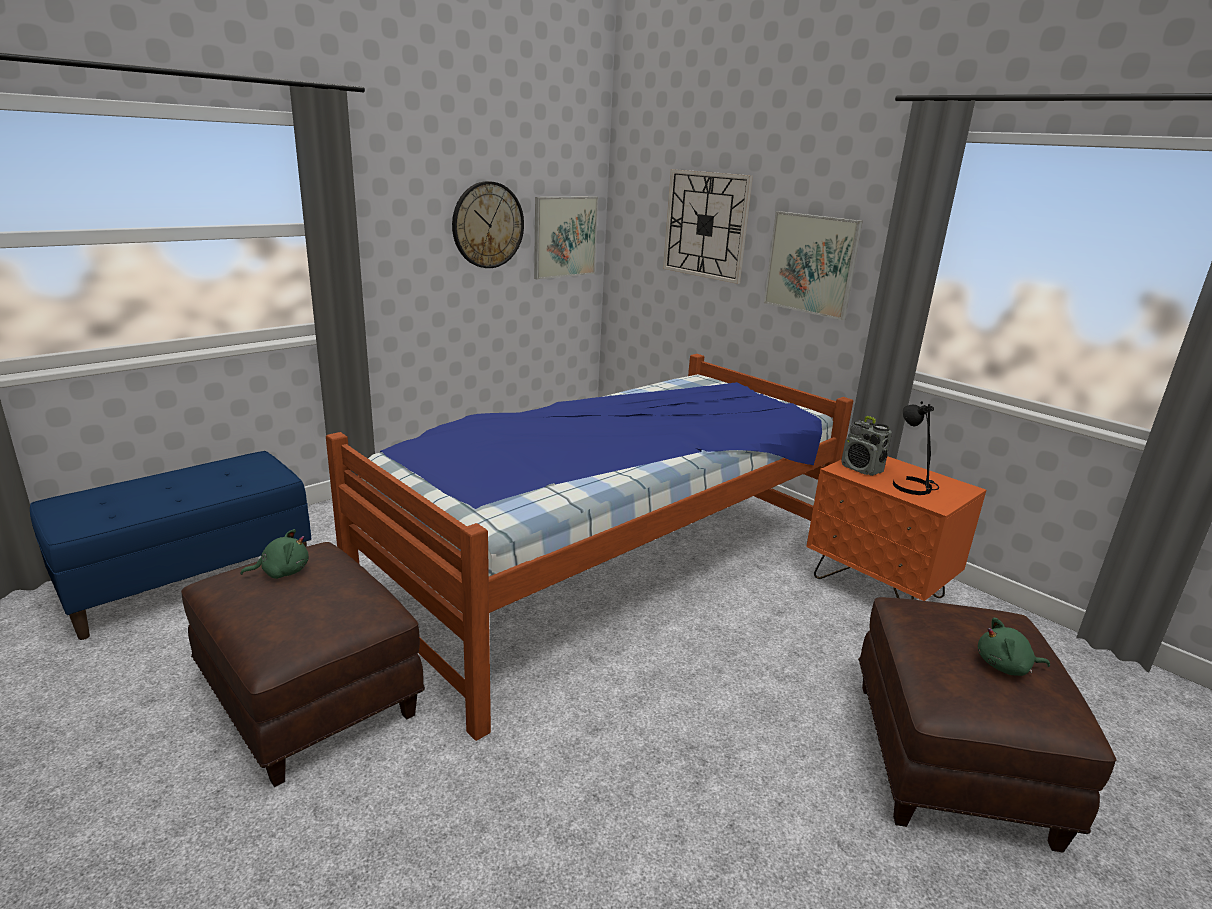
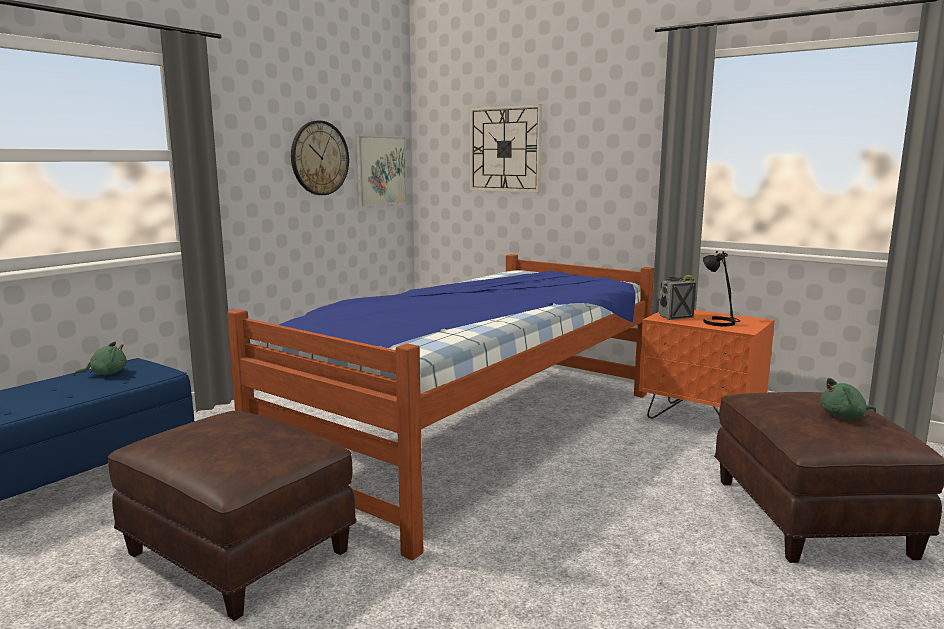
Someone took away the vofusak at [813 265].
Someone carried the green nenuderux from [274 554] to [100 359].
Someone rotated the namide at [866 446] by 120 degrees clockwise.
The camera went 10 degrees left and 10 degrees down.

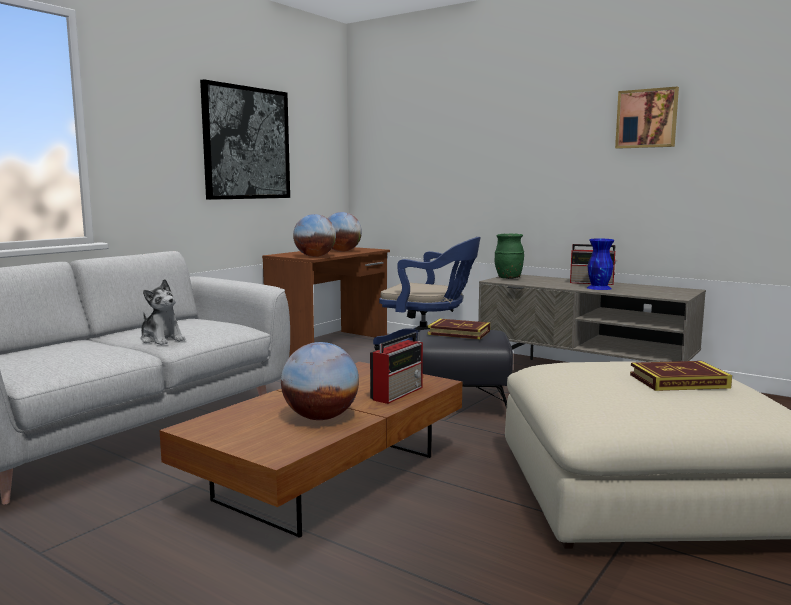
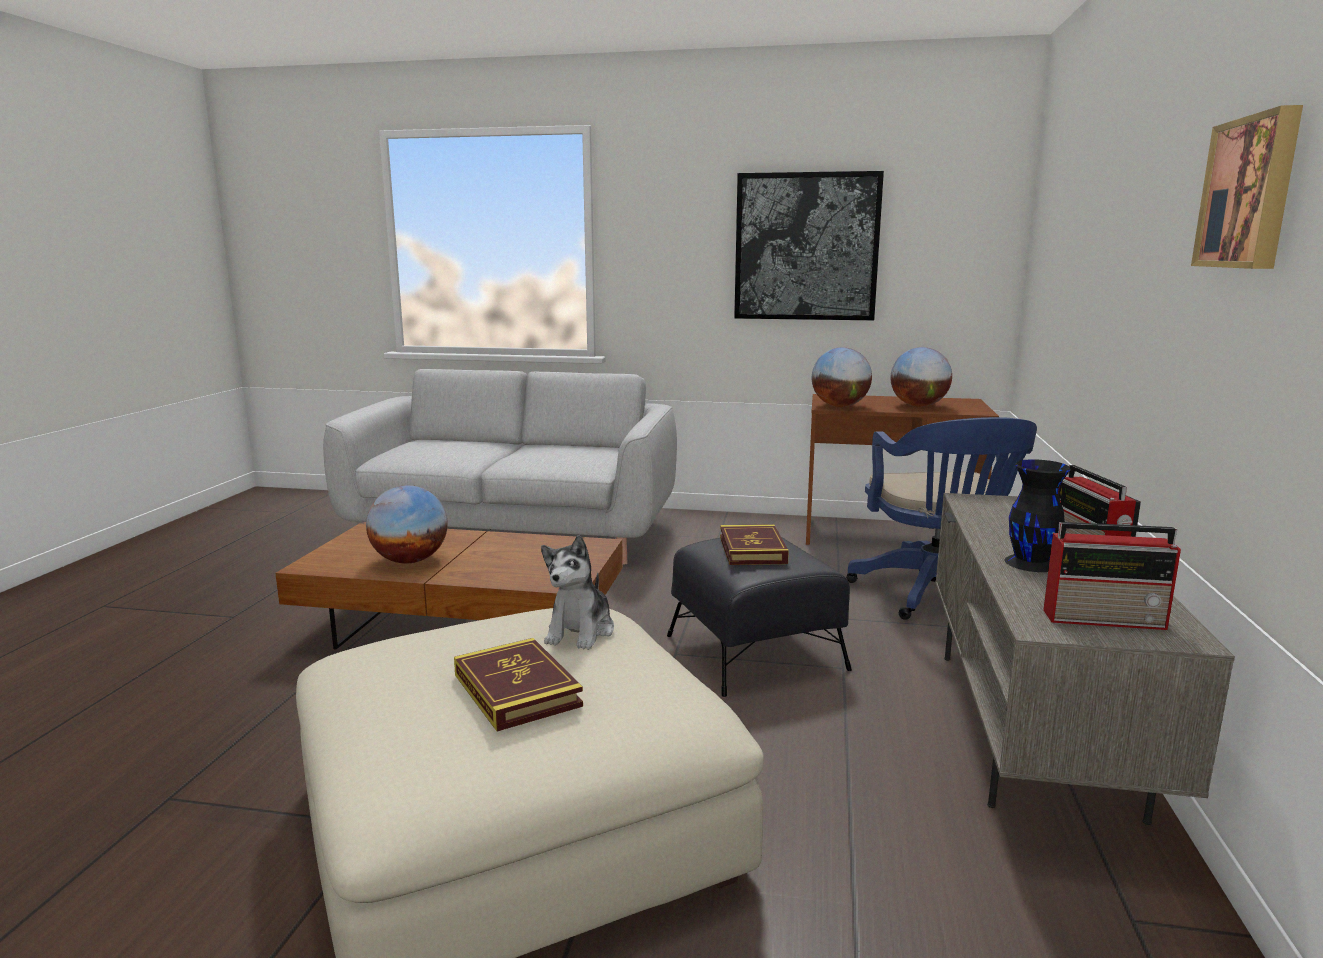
Someone took away the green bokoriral at [509 256].
Someone carried the nenuderux from [163 312] to [577 592].
Someone carried the namide from [396 368] to [1112 576].
Someone repainted the blue bokoriral at [600 264], which became the black bokoriral at [1038 515].
The camera went 65 degrees right and 5 degrees up.

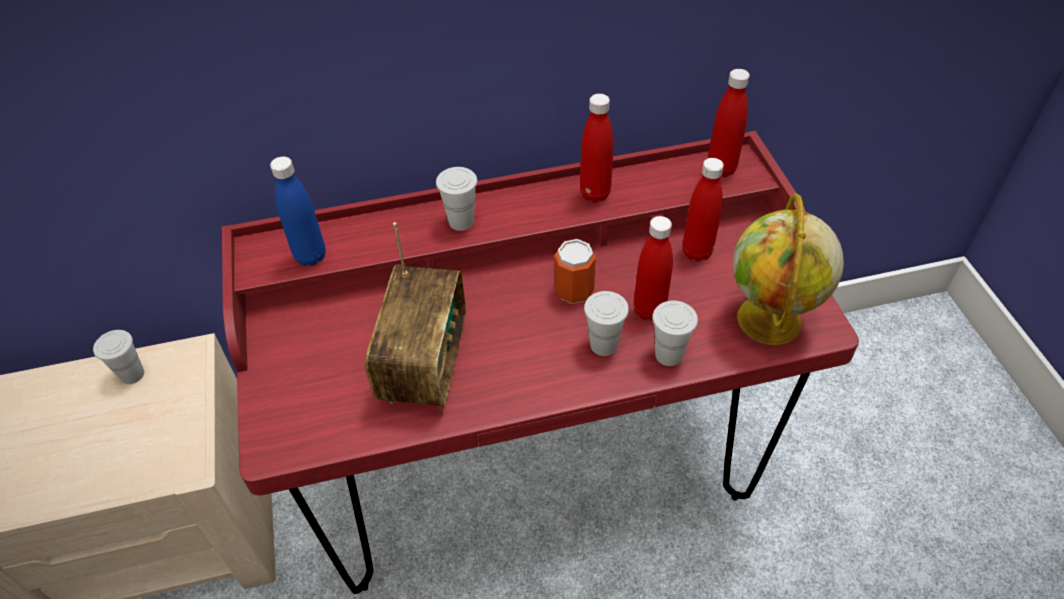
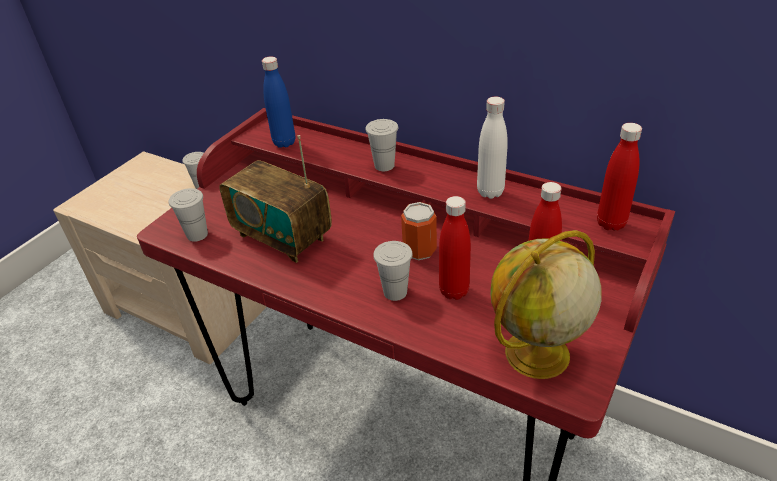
Someone carried the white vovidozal from [675 333] to [188 215].
Someone repainted the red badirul at [597 148], which became the white badirul at [492 148].
Someone rotated the namide at [415 315] by 75 degrees clockwise.
The camera went 45 degrees right and 10 degrees down.

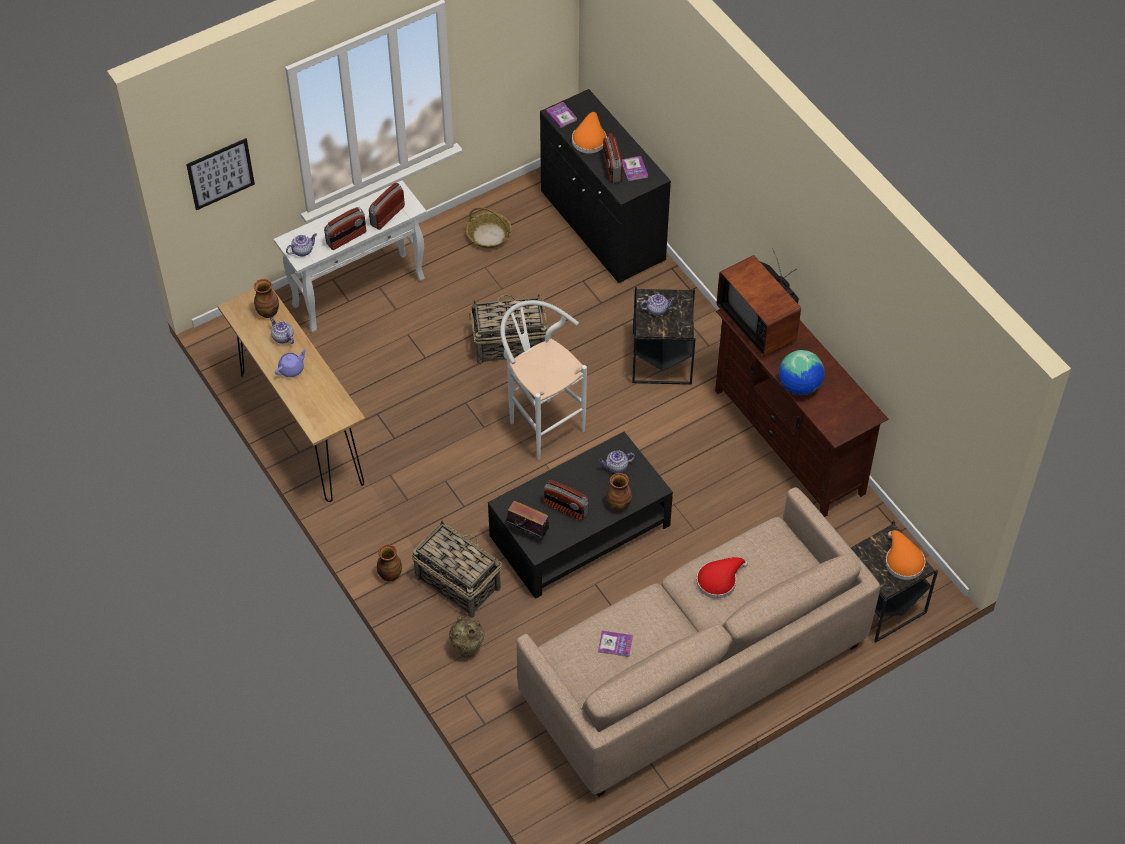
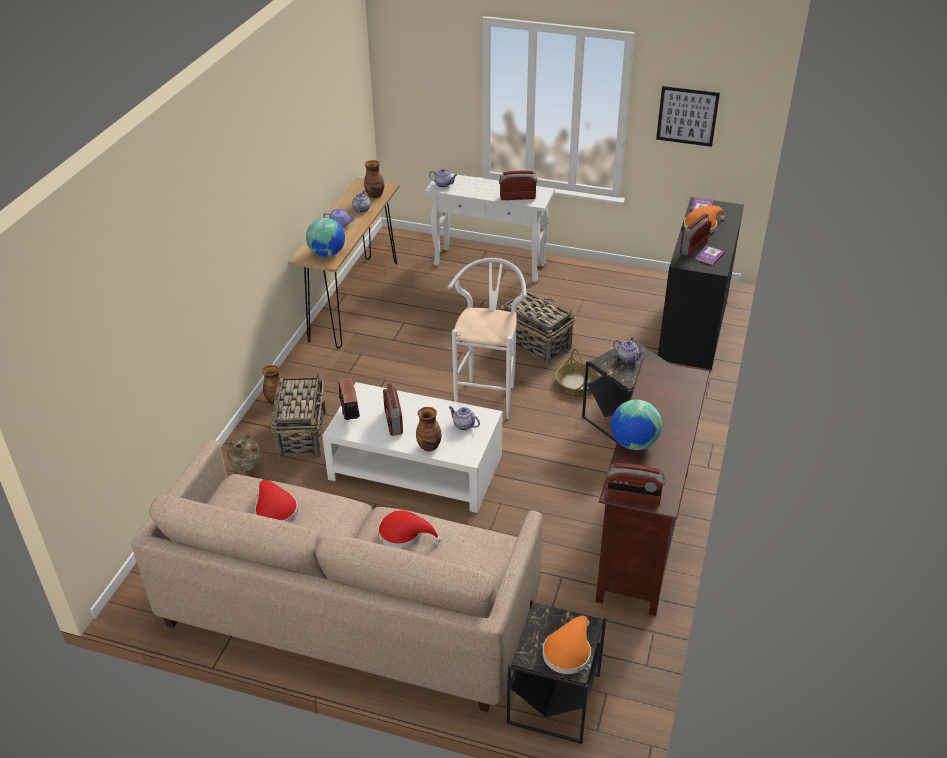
Someone took away the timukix at [759 302].
Someone put down the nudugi at [325 237].
Someone carried the vofusak from [220 174] to [688 116].
Someone carried the namide from [345 228] to [636 484].
Someone carried the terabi from [489 227] to [577 371].
Someone swapped the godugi at [615 644] for the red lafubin at [276 501].
Someone repainted the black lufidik at [580 515], which became the white lufidik at [412 447].
The camera went 50 degrees right and 15 degrees down.

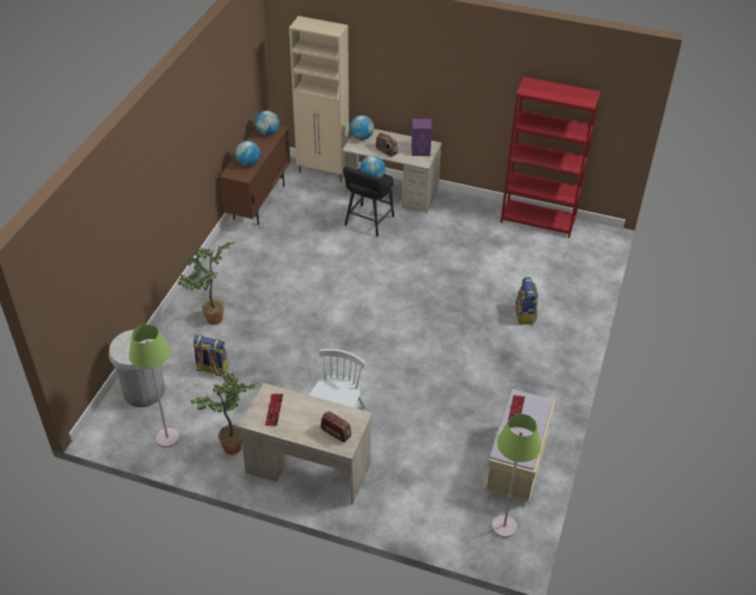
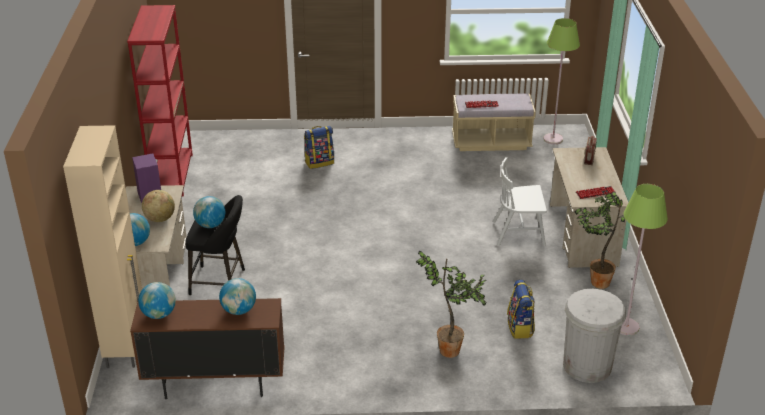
Someone swapped the namide at [387 145] for the nudugi at [158 206].
The camera went 110 degrees left and 10 degrees down.

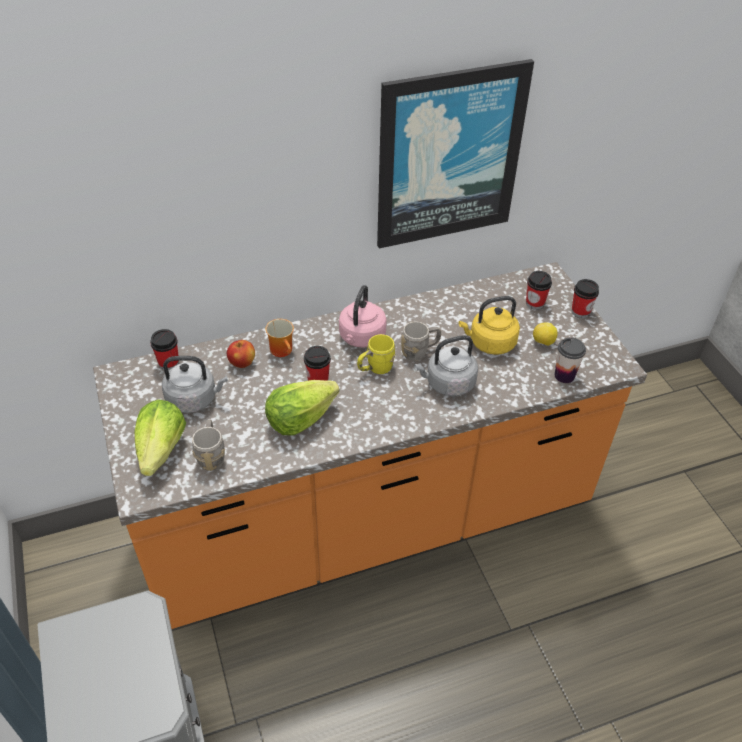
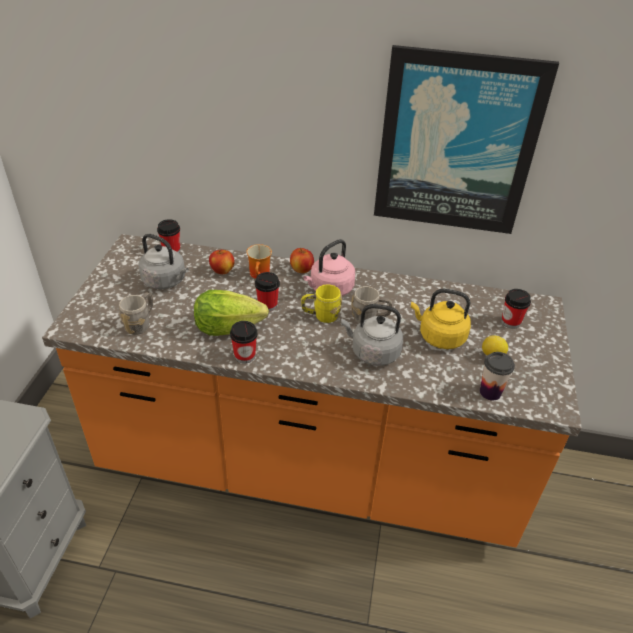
Someone took away the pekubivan at [160 437].
Someone put down the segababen at [302 260].
Someone carried the vovidozal from [585 298] to [243 342].
The camera went 30 degrees right and 5 degrees down.

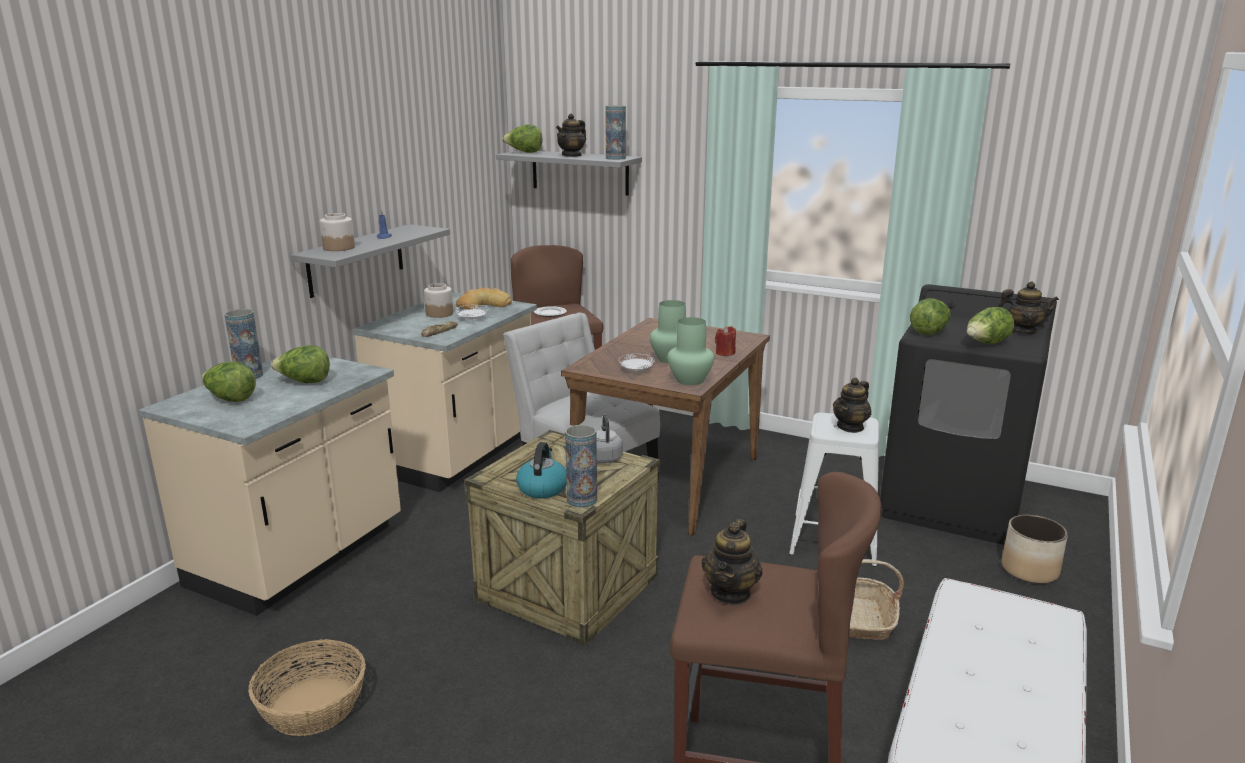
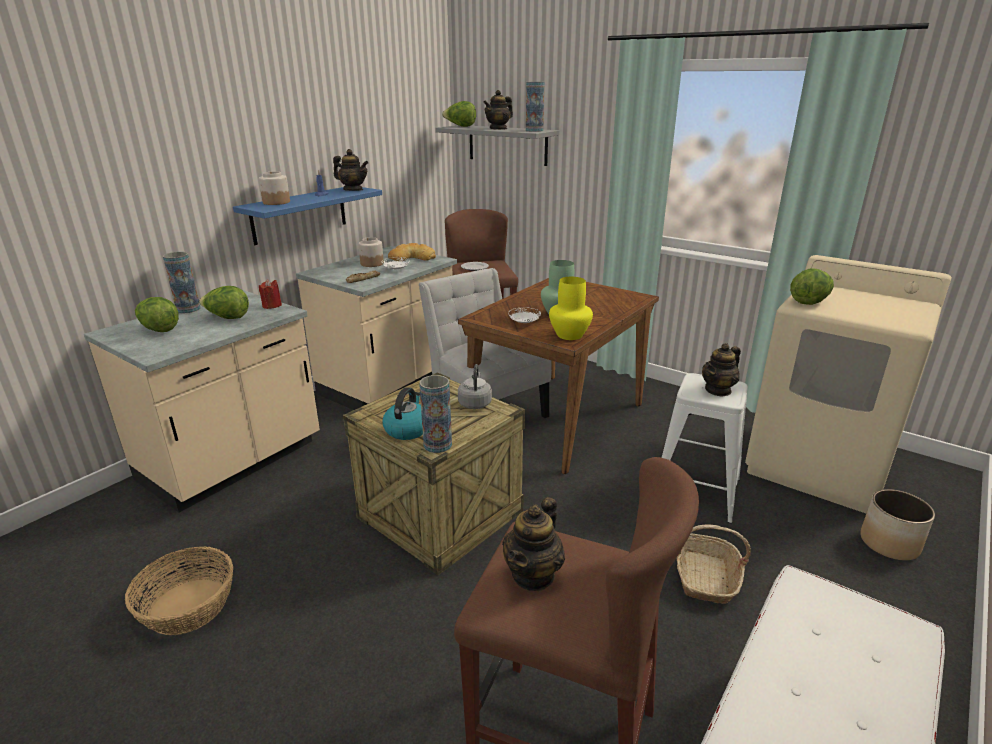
Someone took away the pekubivan at [990 325].
Someone carried the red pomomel from [725 341] to [270 294].
Someone carried the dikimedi from [1028 308] to [350 170].
Someone repainted the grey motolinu at [370 261], which became the blue motolinu at [307 216].
Someone repainted the green bokoriral at [690 351], which became the yellow bokoriral at [571 308].
Someone repainted the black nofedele at [968 414], which became the beige nofedele at [848 384].
The camera went 10 degrees right and 5 degrees up.

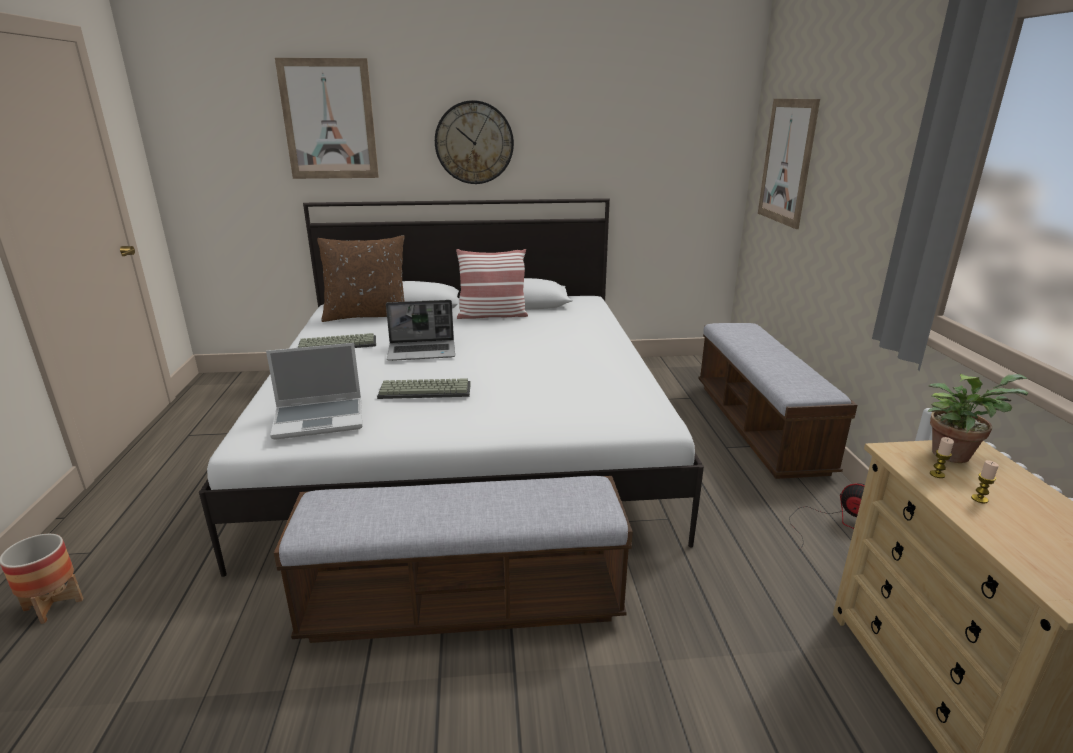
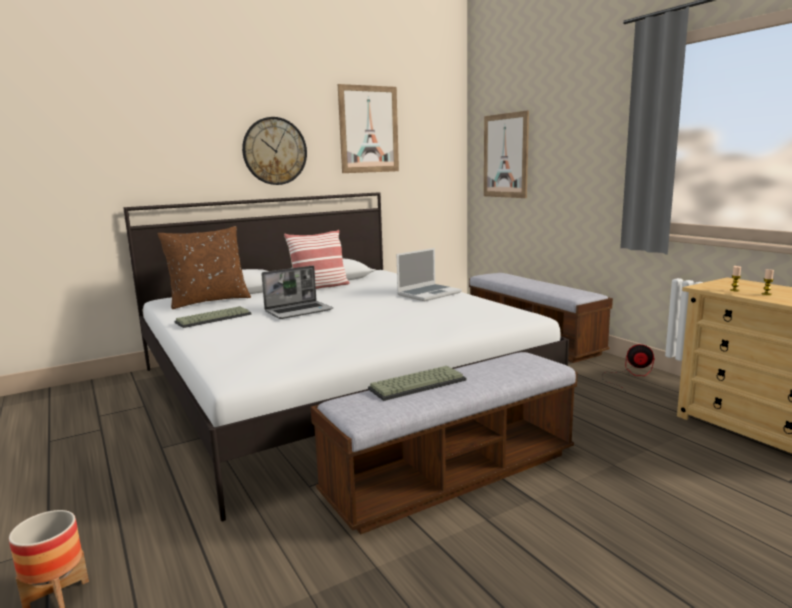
Someone took away the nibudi at [978 418].
Someone carried the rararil from [314 391] to [429 274].
Someone carried the vofusak from [327 118] to [368 128].
Someone carried the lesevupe from [424 388] to [417 383].
The camera went 25 degrees left and 10 degrees down.

